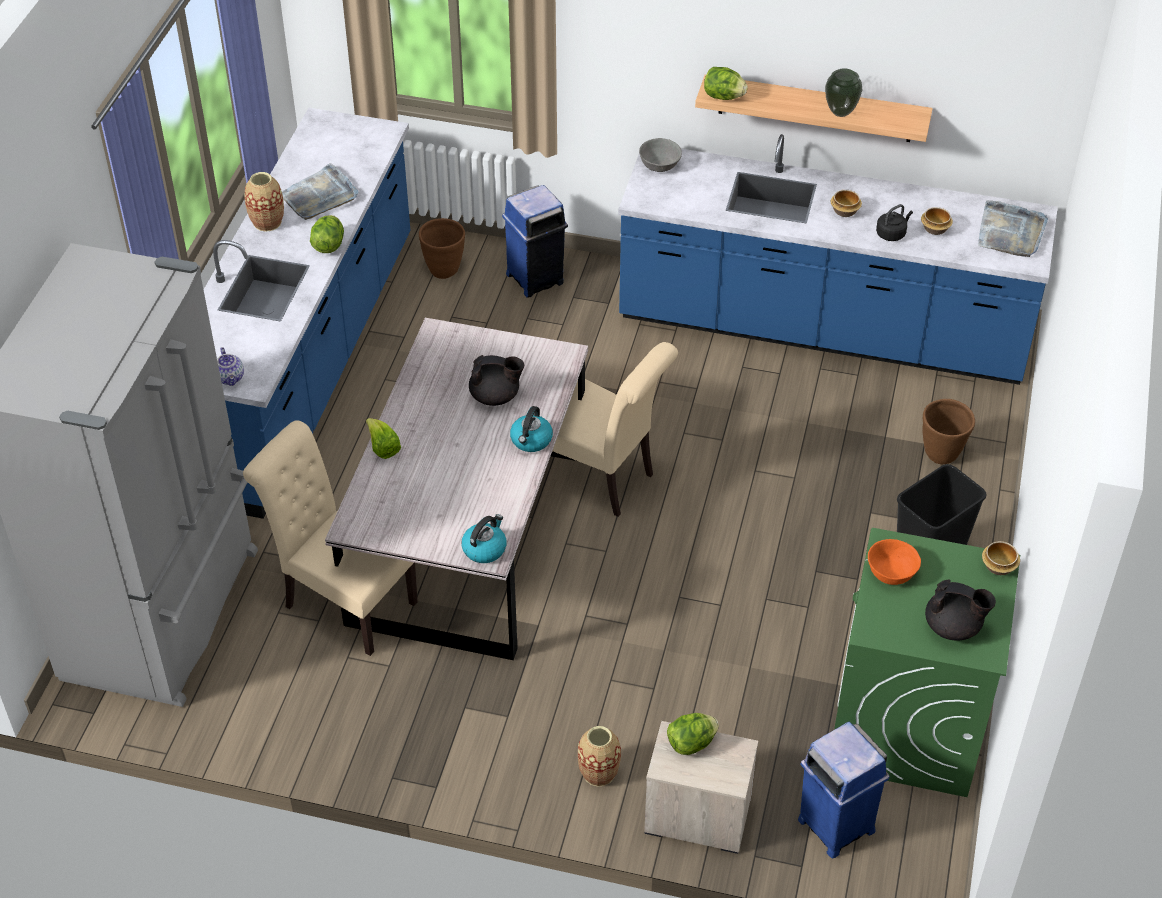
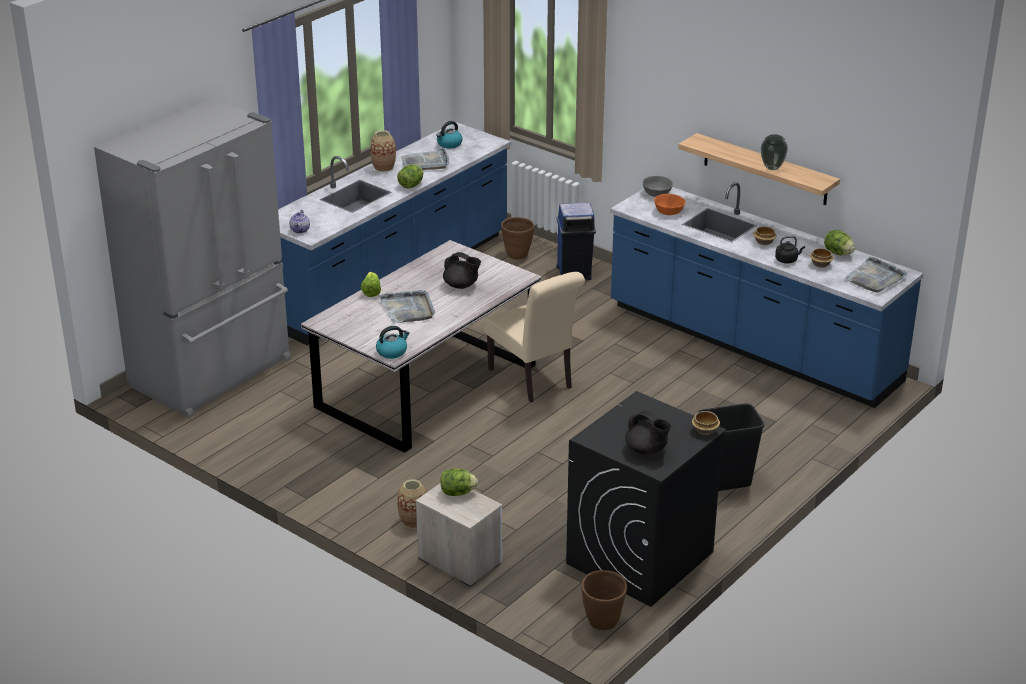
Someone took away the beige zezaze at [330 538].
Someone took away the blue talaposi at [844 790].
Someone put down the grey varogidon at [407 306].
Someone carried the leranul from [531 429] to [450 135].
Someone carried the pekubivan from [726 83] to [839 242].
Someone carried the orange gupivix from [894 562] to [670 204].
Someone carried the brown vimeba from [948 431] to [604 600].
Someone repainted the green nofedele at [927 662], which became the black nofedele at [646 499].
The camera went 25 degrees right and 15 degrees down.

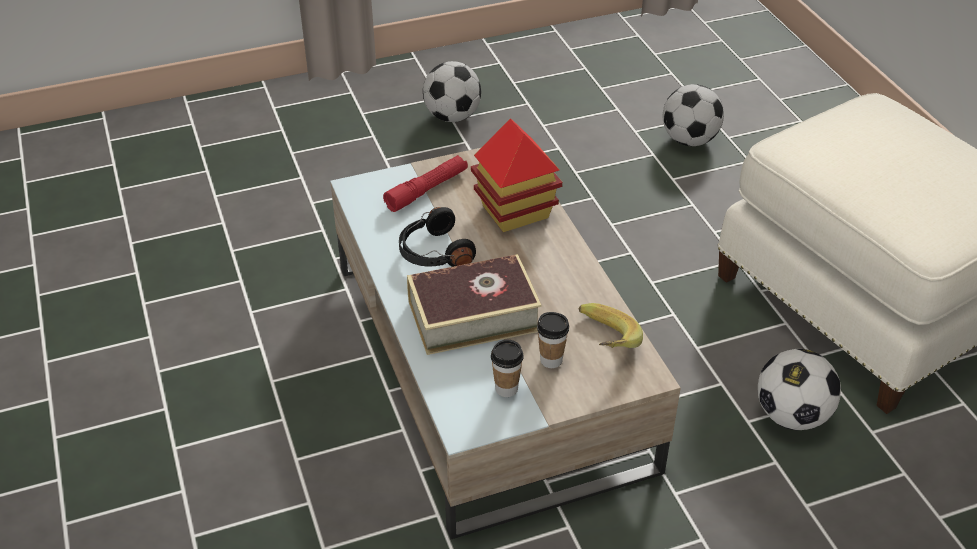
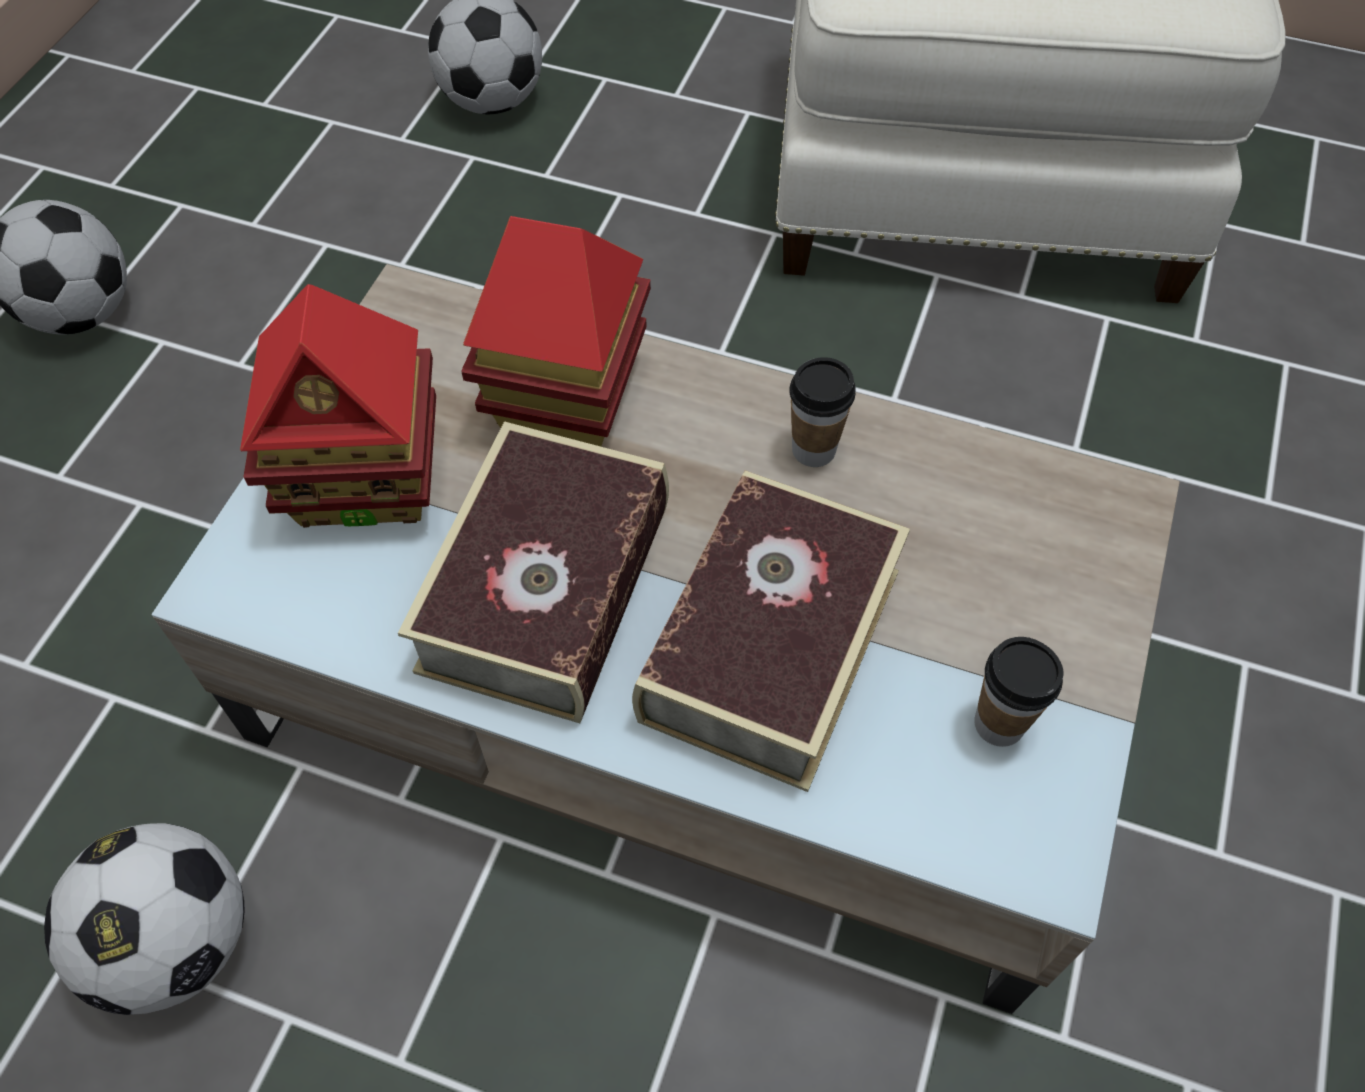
Someone took away the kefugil at [611 325].
Someone carried the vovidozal from [553 340] to [822 412].
Someone carried the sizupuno from [799 389] to [144 919].
Someone swapped the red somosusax at [425 183] for the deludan at [338 406].
Someone swapped the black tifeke at [437 237] for the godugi at [533 572].
The camera went 50 degrees left and 15 degrees up.

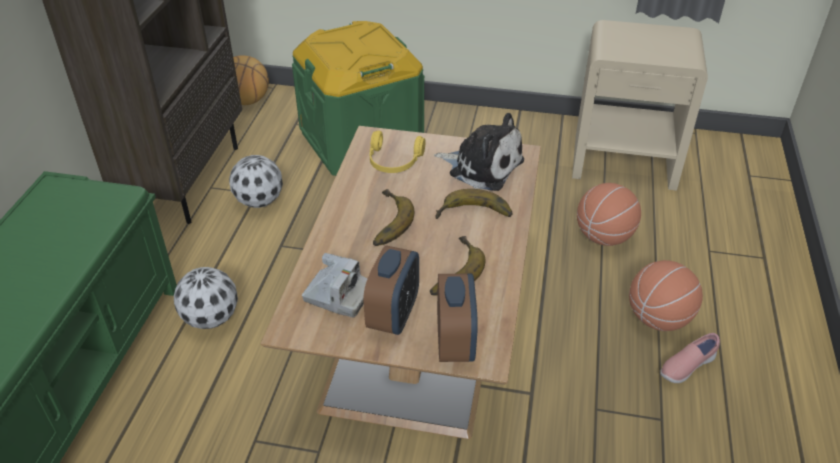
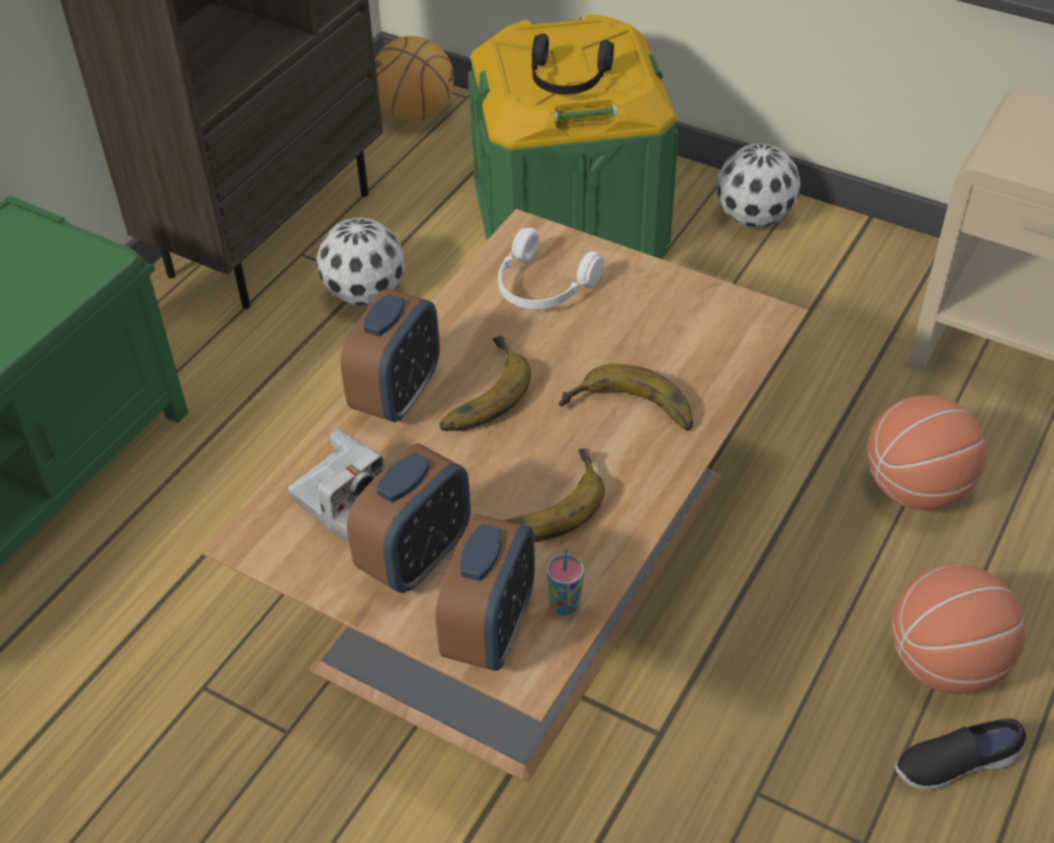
Someone took away the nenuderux at [479 152].
Someone put down the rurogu at [390 355].
Someone put down the black tifeke at [573 64].
Someone put down the vovidozal at [565 581].
Someone carried the sizupuno from [206 298] to [759 186].
Someone repainted the yellow tifeke at [397 152], which became the white tifeke at [551 268].
Someone repainted the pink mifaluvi at [690 358], which became the black mifaluvi at [960 754].
The camera went 20 degrees right and 5 degrees up.

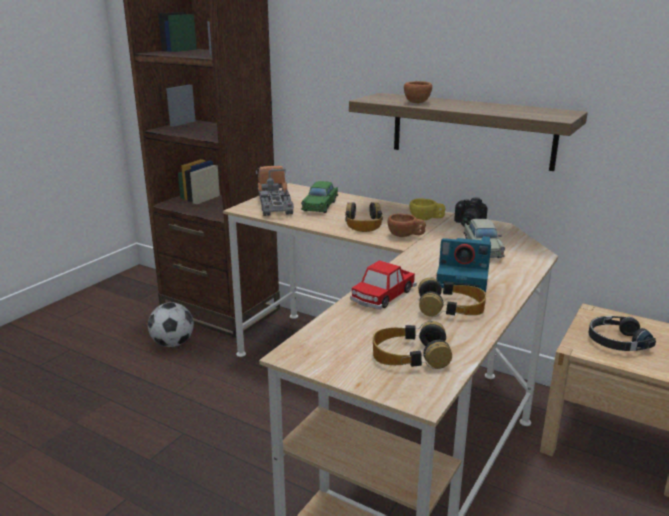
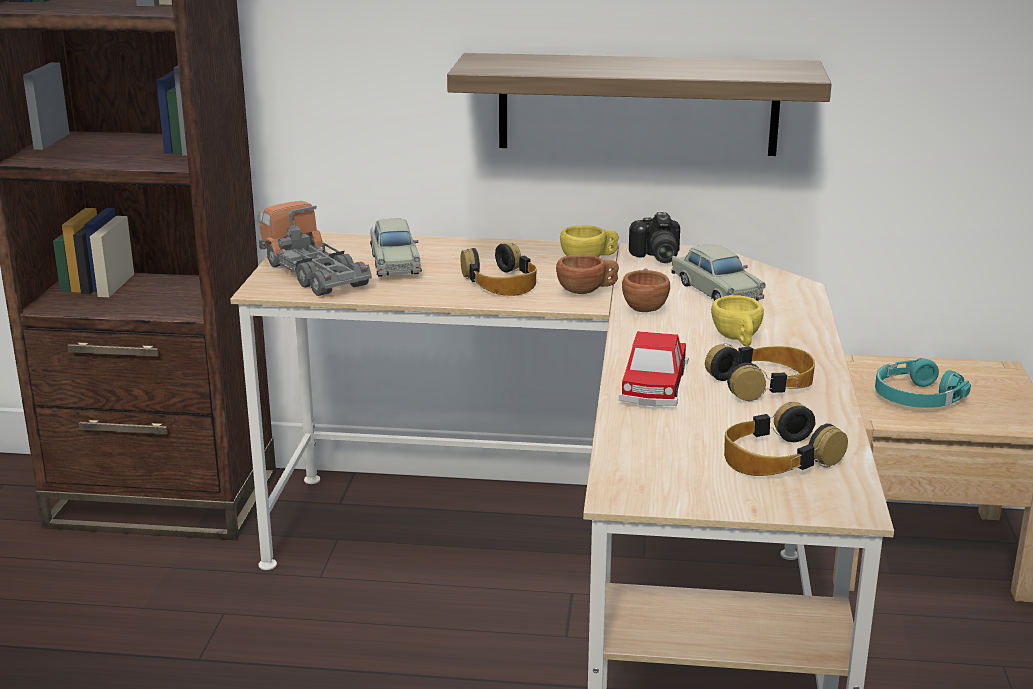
Someone took away the sizupuno at [171 324].
Someone carried the brown vovidozal from [418 92] to [646 290].
Someone swapped the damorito at [463 264] for the yellow vovidozal at [737 320].
Someone repainted the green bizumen at [319 197], which became the beige bizumen at [396 248].
Someone repainted the black tifeke at [622 333], which became the turquoise tifeke at [923 383].
The camera went 25 degrees left and 0 degrees up.

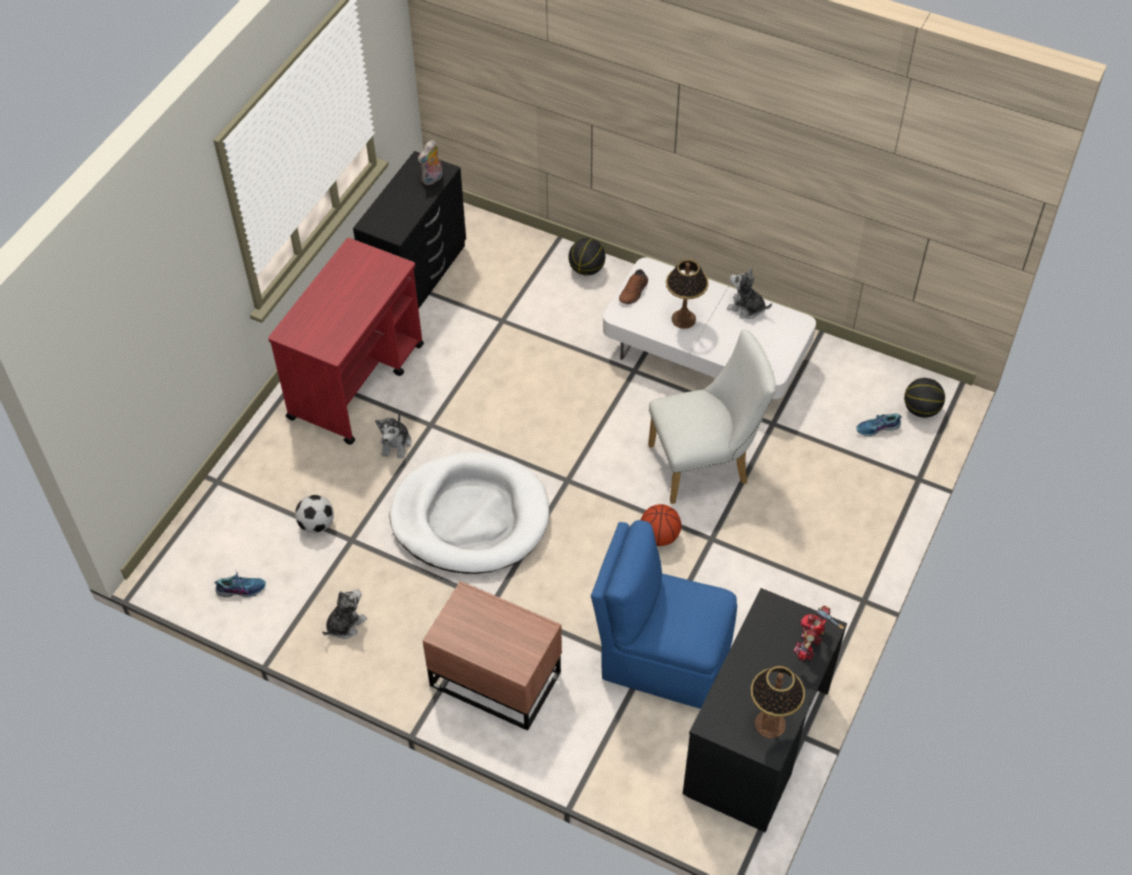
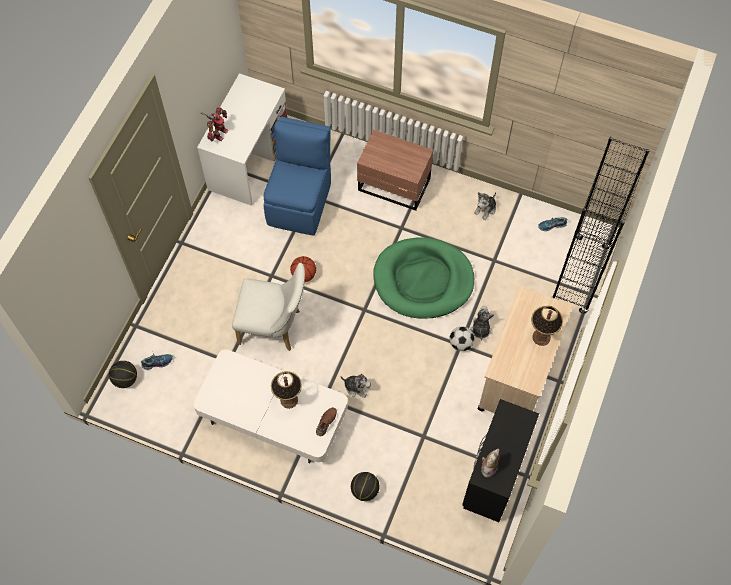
Someone put down the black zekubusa at [600 225].
Someone carried the sizupuno from [314 514] to [461 338].
Someone carried the nenuderux from [749 293] to [356 386].
Someone carried the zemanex from [778 702] to [547 326].
Someone repainted the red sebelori at [346 341], which became the beige sebelori at [524 350].
Someone repainted the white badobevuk at [469 513], which became the green badobevuk at [423 278].
Someone repainted the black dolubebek at [765 710], which became the white dolubebek at [242 139].
Someone rotated the blue zezaze at [664 614] by 90 degrees counterclockwise.
Someone rotated the white zezaze at [712 416] by 150 degrees counterclockwise.
The camera went 175 degrees right and 10 degrees up.

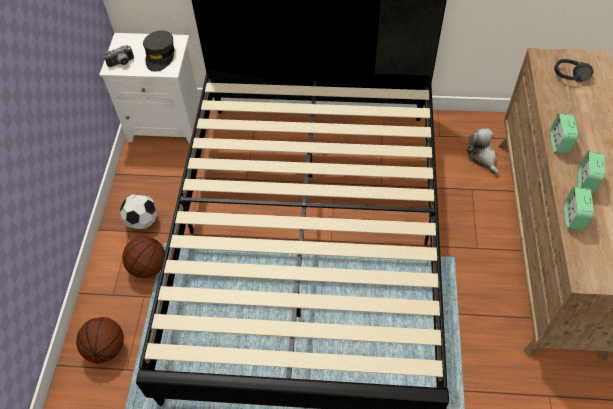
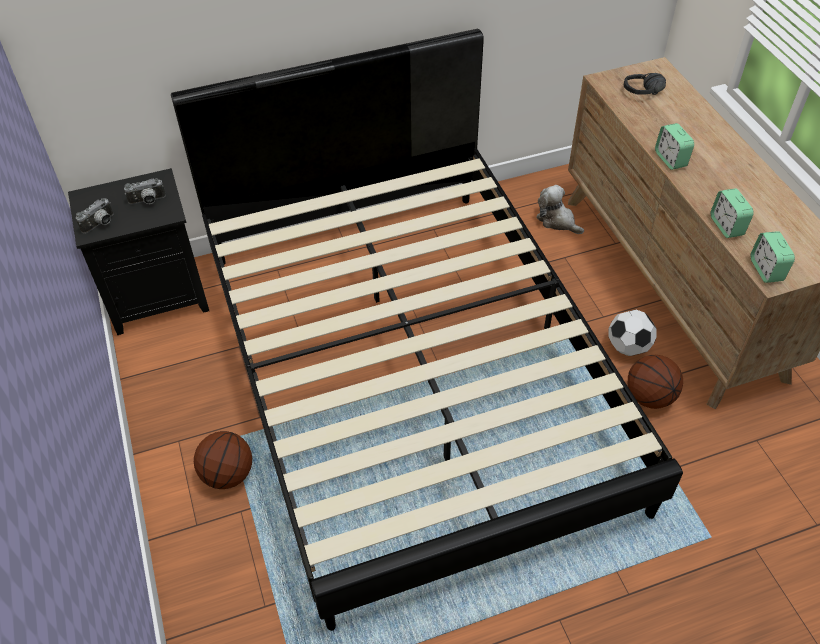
Someone carried the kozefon from [100 340] to [655 382].
Someone carried the sizupuno from [138 211] to [633 333].
Someone carried the rurogu from [591 172] to [773 257].
Someone swapped the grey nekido at [159 51] for the damorito at [145 191].
Someone repainted the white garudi at [149 88], which became the black garudi at [138 251].
The camera went 25 degrees left and 5 degrees down.

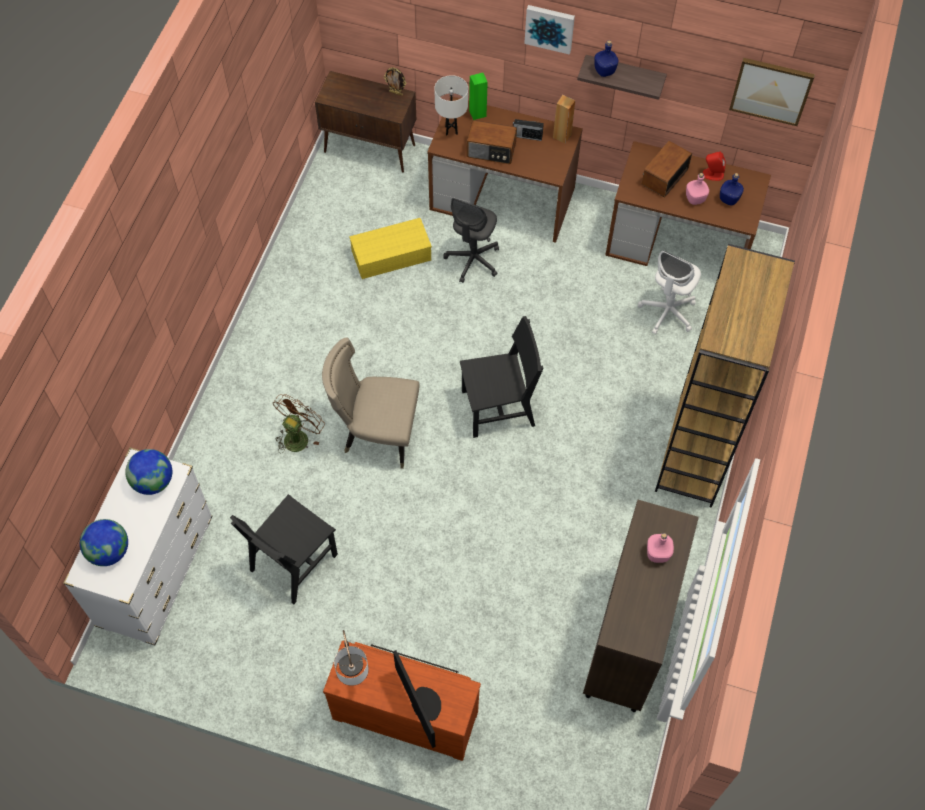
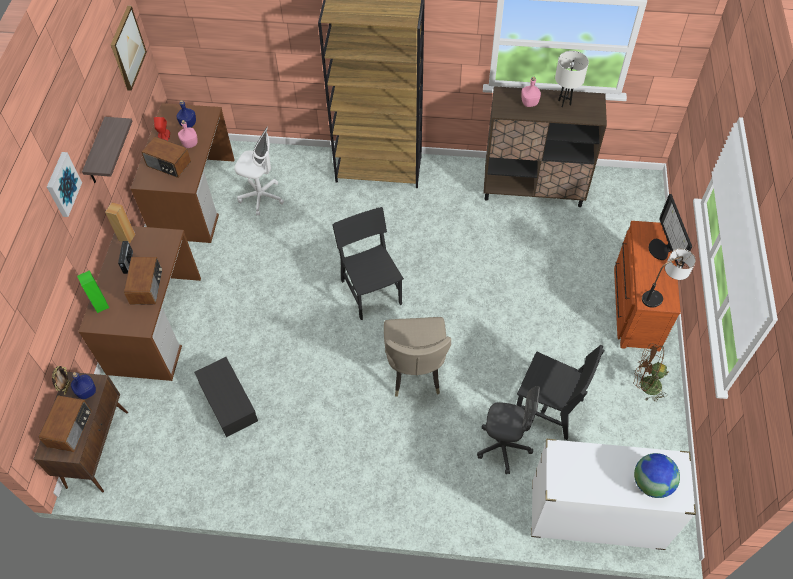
Someone took away the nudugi at [148 472].
Someone put down the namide at [65 423].
Someone carried the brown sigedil from [299 424] to [651 372].
Someone carried the white zemanex from [451 105] to [572 79].
Someone carried the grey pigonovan from [471 240] to [508 430].
Someone carried the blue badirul from [606 58] to [83 385].
Someone repainted the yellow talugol at [390 248], which became the black talugol at [226 397].
Someone rotated the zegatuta at [417 699] by 60 degrees counterclockwise.
The camera went 100 degrees left and 5 degrees down.

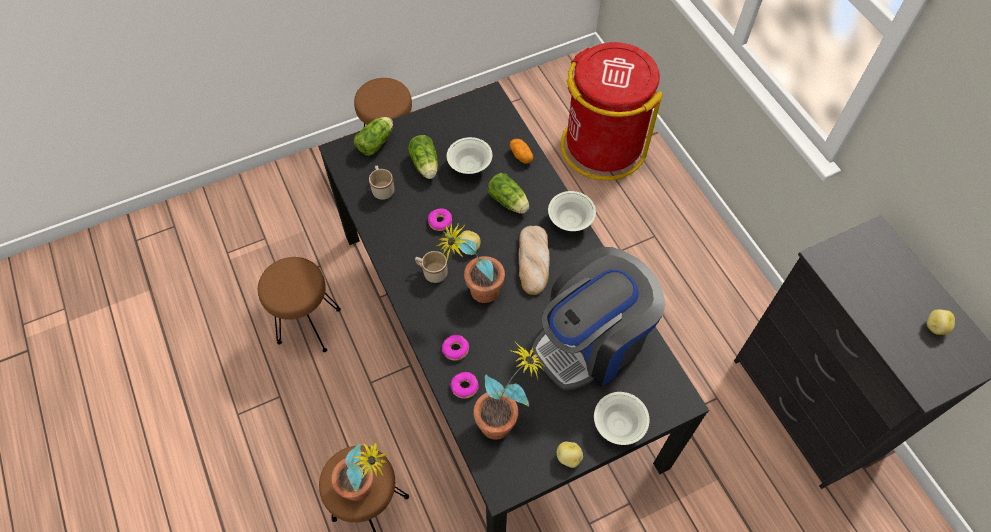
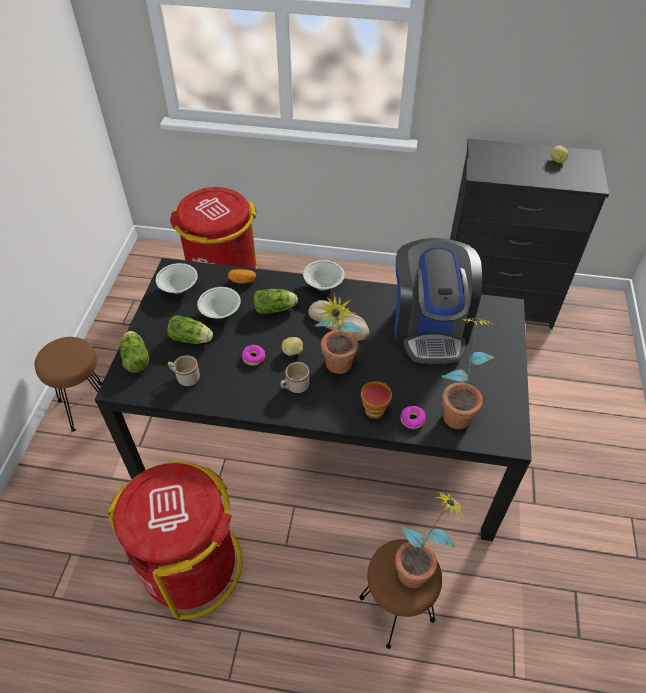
Someone took away the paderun at [570 455].
Someone carried the white gupivix from [622 418] to [177 278].
Someone swapped the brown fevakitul at [299 304] for the red talaposi at [174 541].
Someone swapped the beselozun at [455 348] for the vovidozal at [376 400].
The camera went 55 degrees left and 10 degrees down.

